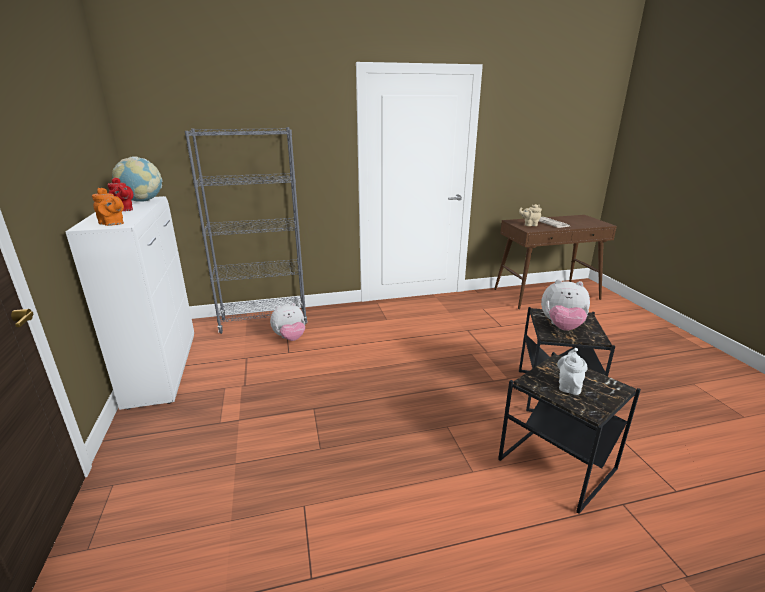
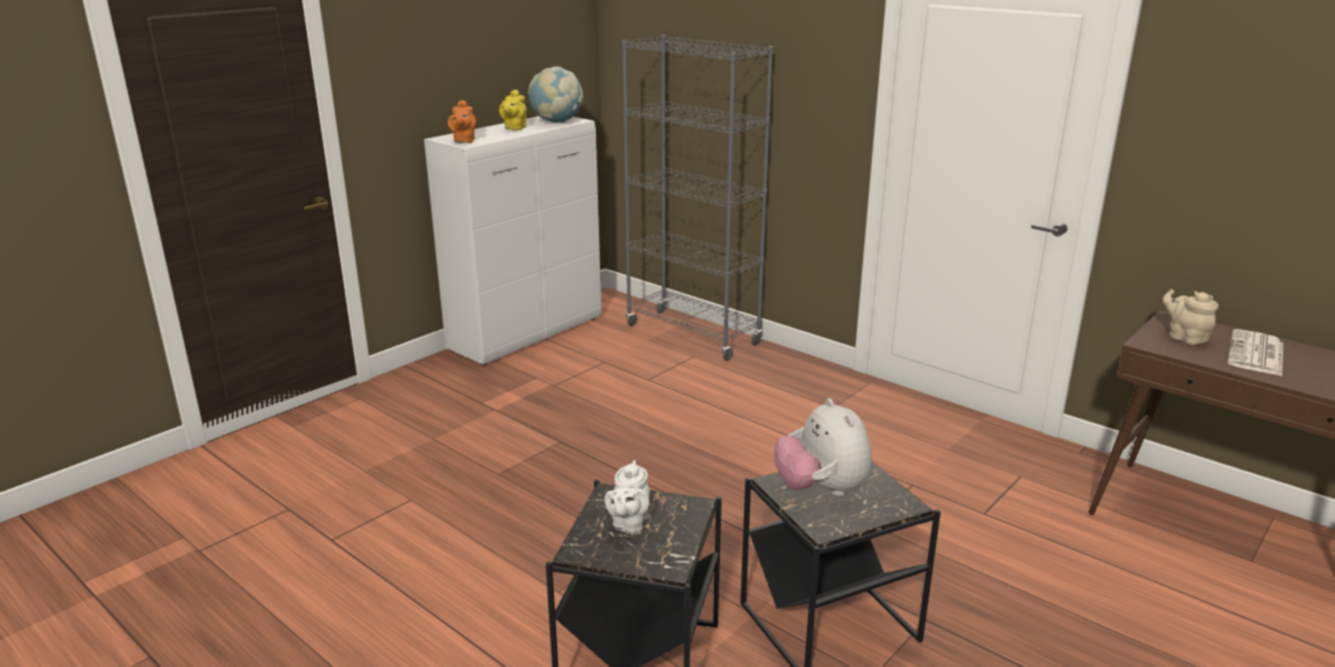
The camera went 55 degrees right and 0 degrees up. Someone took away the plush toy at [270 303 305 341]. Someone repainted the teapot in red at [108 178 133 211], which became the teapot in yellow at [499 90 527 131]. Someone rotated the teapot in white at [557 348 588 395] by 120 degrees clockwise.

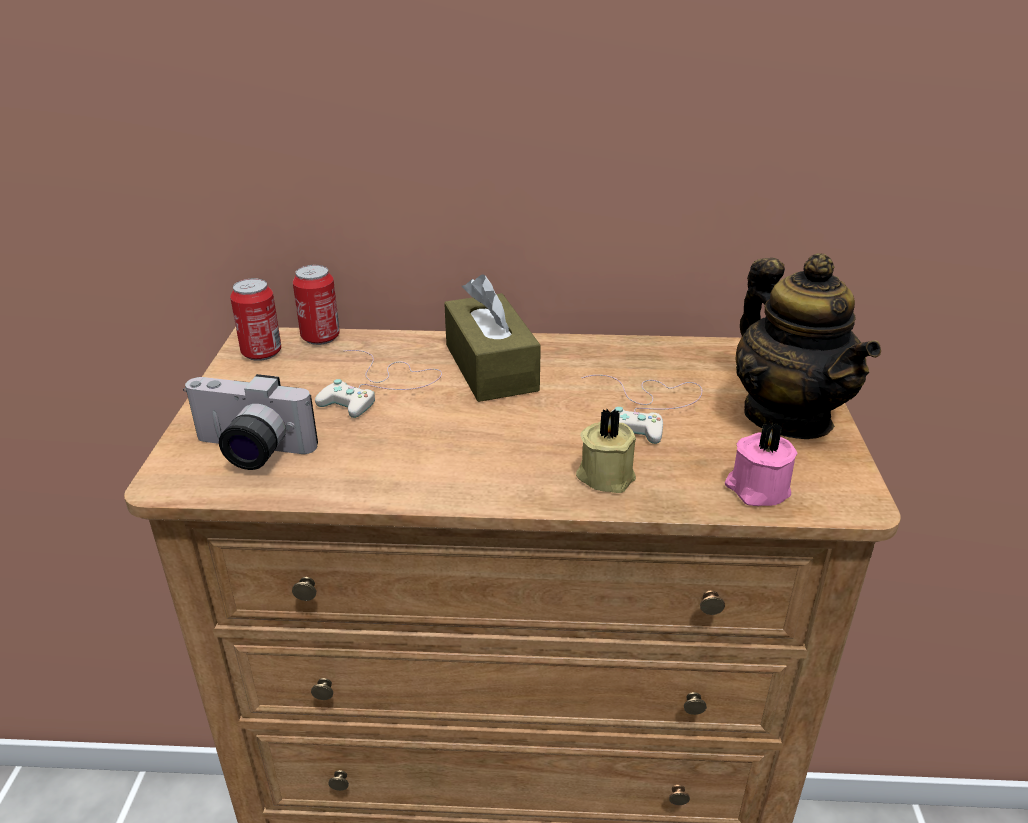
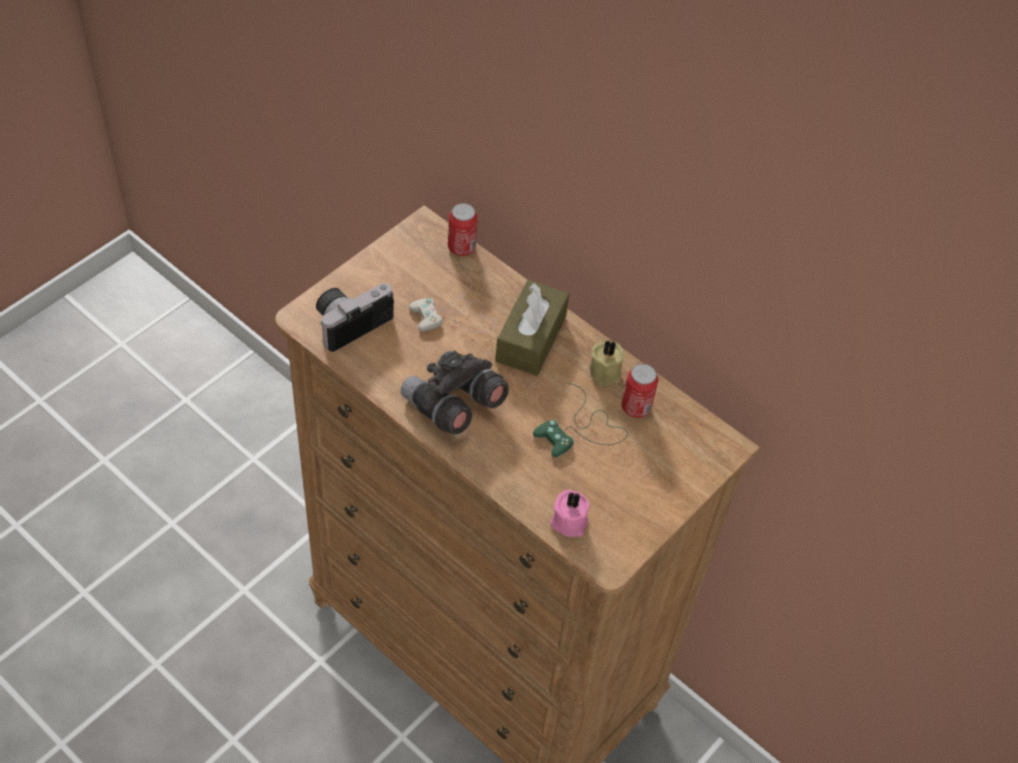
The camera went 35 degrees right and 20 degrees up. Someone took away the teapot at [736 253 881 439]. Someone put down the binoculars in grey at [401 350 509 435]. Someone carried the can from [230 278 281 361] to [622 364 658 418]. Someone carried the candle in beige from [576 408 636 493] to [589 341 624 386]. Someone repainted the game controller in white at [582 375 702 444], which became the game controller in green at [533 383 628 457]. Someone rotated the photo camera at [183 374 318 470] by 90 degrees clockwise.

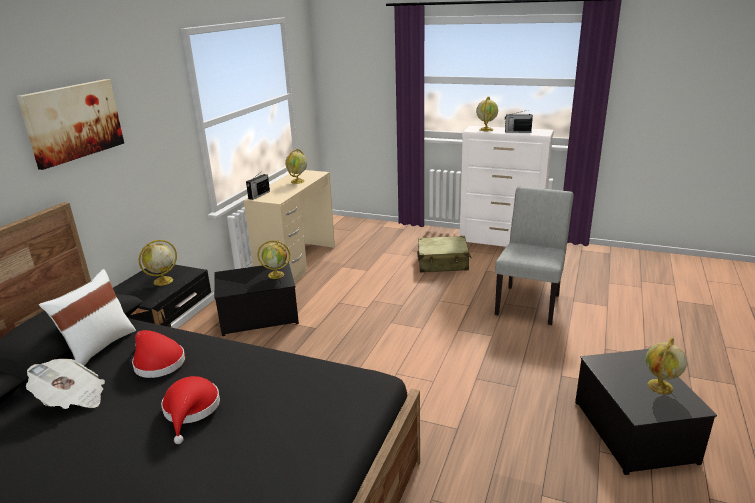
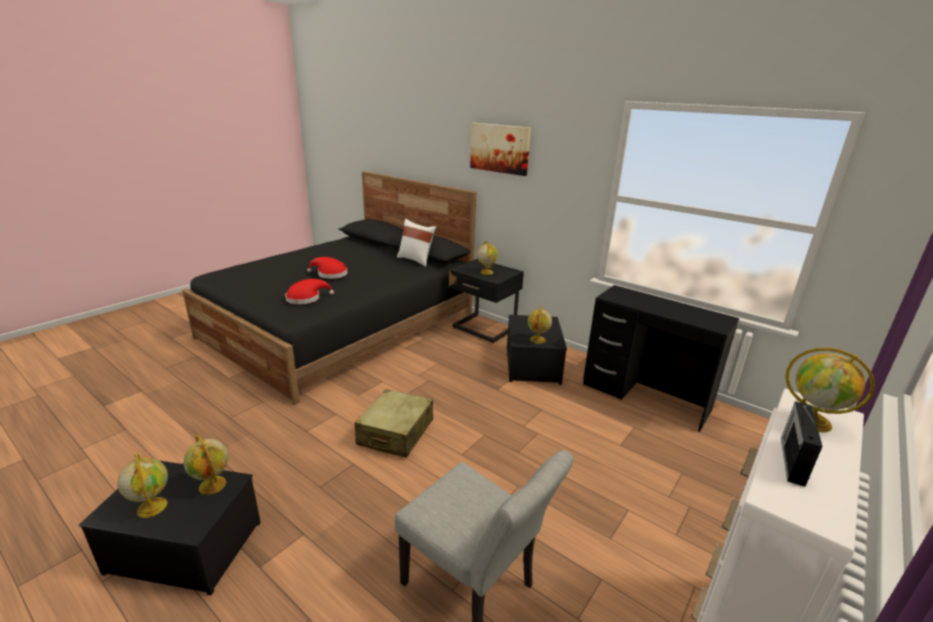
The camera went 105 degrees right and 0 degrees up. Someone took away the newspaper at [26 359 105 409]. Someone took away the radio at [246 172 270 200]. Someone carried the hat in red from [132 330 185 378] to [285 279 334 305]. Someone carried the globe from [285 149 307 184] to [184 435 229 495]. Someone carried the suitcase in beige from [417 236 472 272] to [354 389 433 458]. Someone repainted the desk in beige at [244 170 335 282], which became the desk in black at [583 285 739 432].

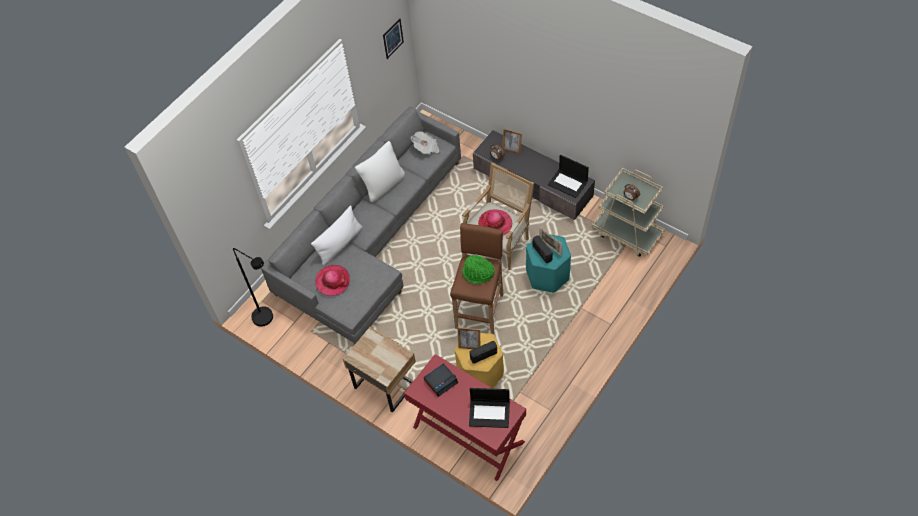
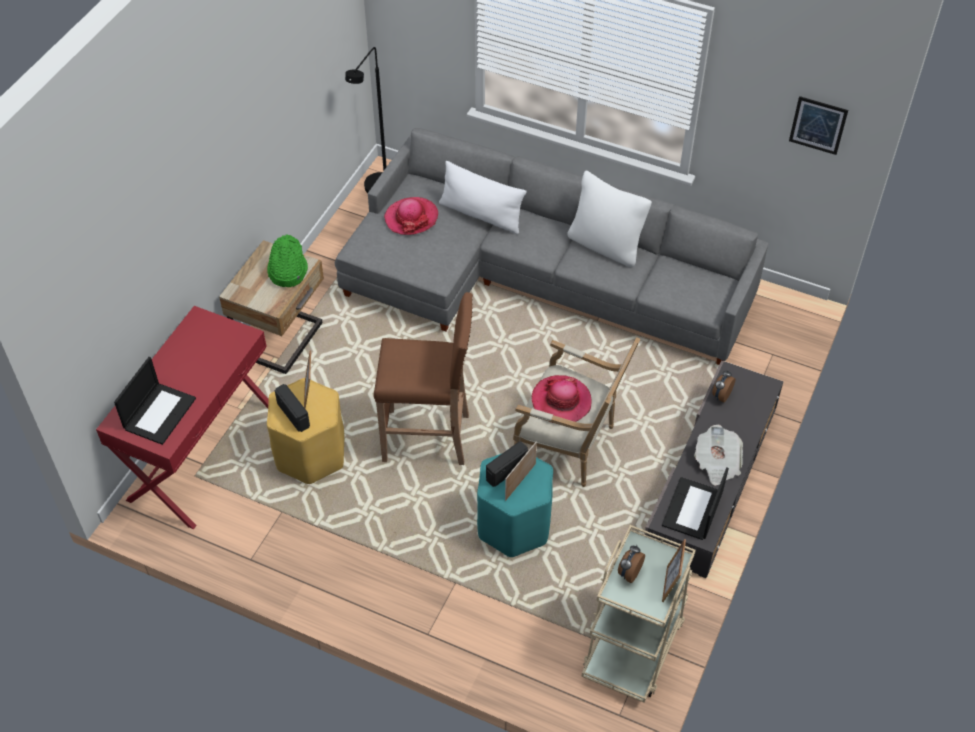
The camera went 75 degrees right and 5 degrees down. Someone took away the alarm clock at [424 363 458 397]. Someone carried the newspaper from [411 131 440 154] to [694 425 743 486]. Someone carried the hat in green from [462 255 494 284] to [267 234 308 287]. Someone carried the picture frame from [502 129 522 154] to [662 539 686 602]. Someone rotated the laptop at [469 388 510 428] by 150 degrees counterclockwise.

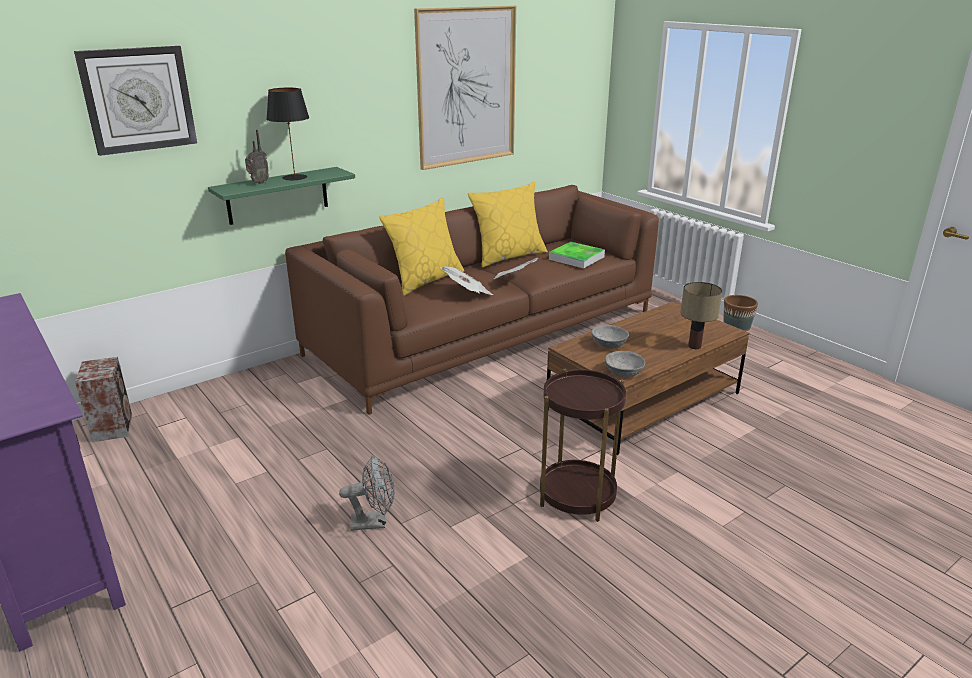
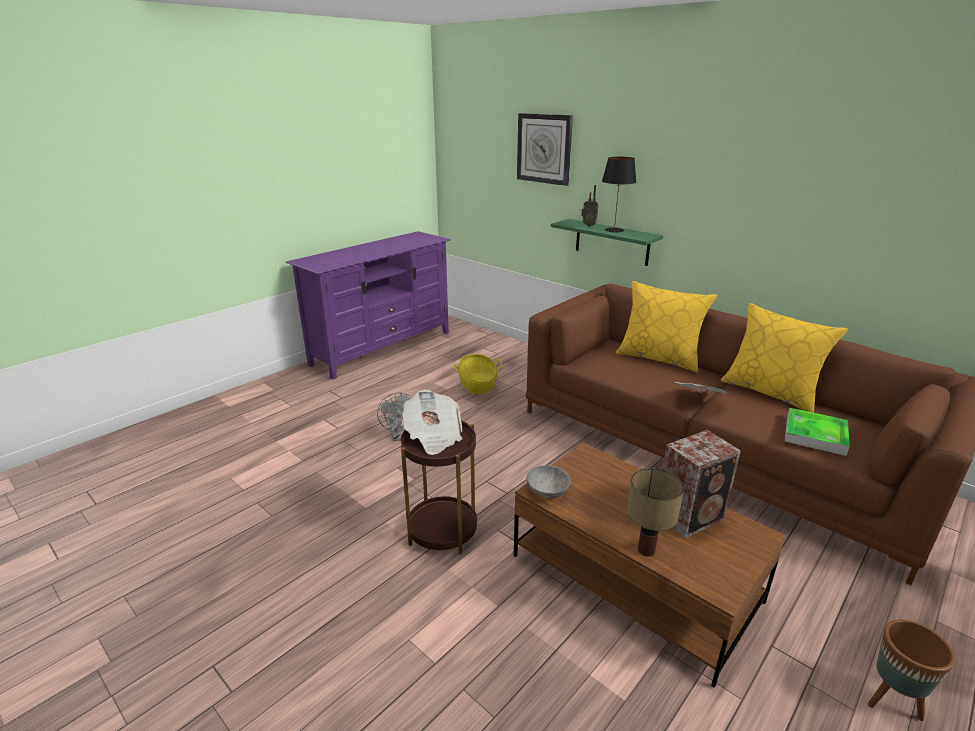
The camera went 80 degrees right and 0 degrees up. Someone took away the picture at [414 6 516 170]. Someone took away the bowl in grey at [592 325 629 348]. Someone put down the basket at [453 354 502 394]. Someone carried the speaker from [75 357 132 442] to [663 430 741 538]. Someone carried the newspaper from [440 266 493 295] to [402 390 462 455].

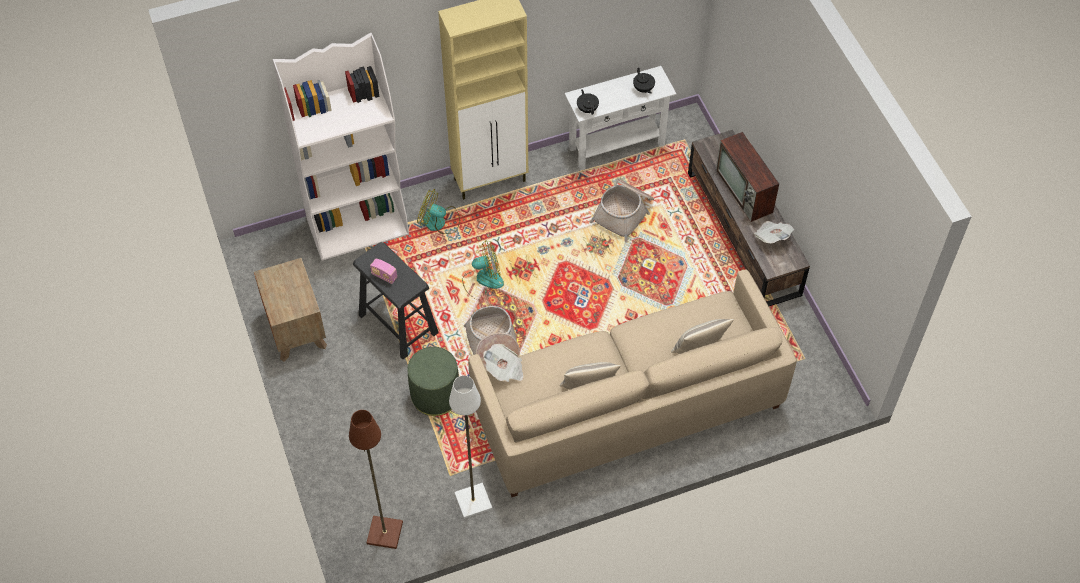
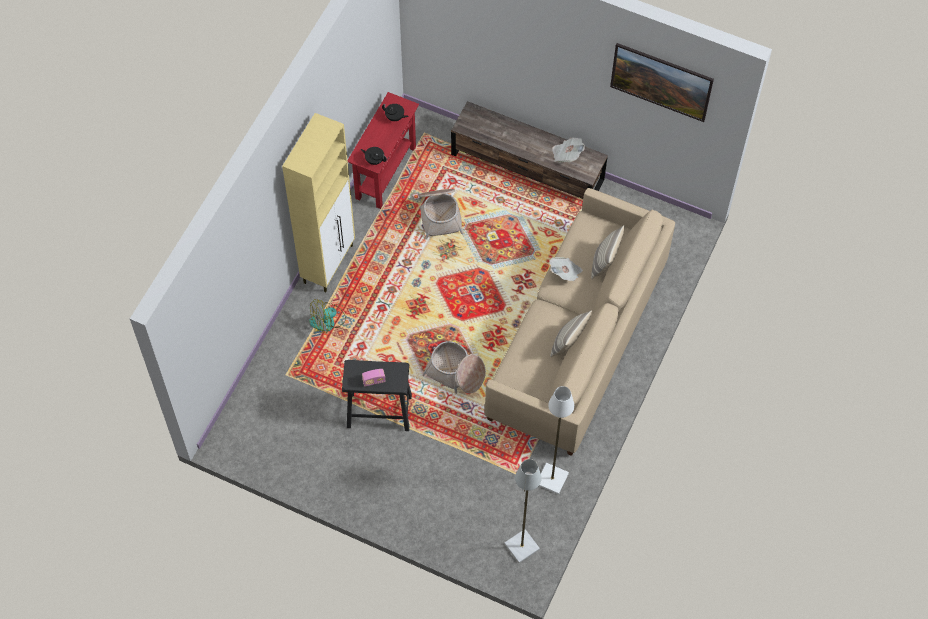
The camera went 45 degrees left and 5 degrees up. Someone took away the nightstand in brown at [254 258 327 362]. Someone took away the bookcase in white at [272 33 409 260]. Someone took away the ottoman in green at [407 347 459 416]. Someone took away the fan at [462 240 504 300]. Someone took away the television at [716 132 779 222]. Someone put up the picture at [610 43 714 122]. Someone carried the newspaper from [483 344 523 382] to [549 257 583 281]. Someone repainted the floor lamp in brown at [349 410 403 549], which became the floor lamp in grey at [504 459 542 563]. Someone repainted the console table in white at [564 66 676 171], which became the console table in red at [348 92 419 209].

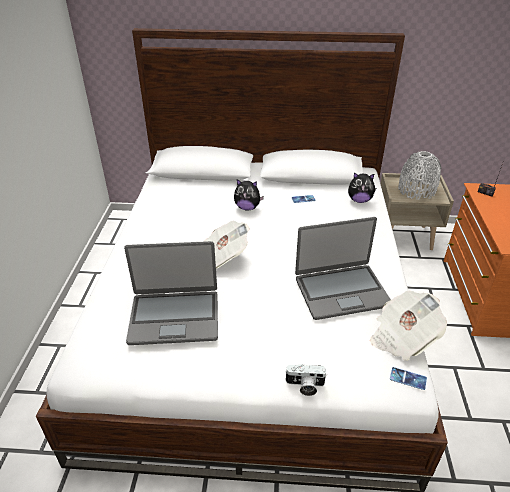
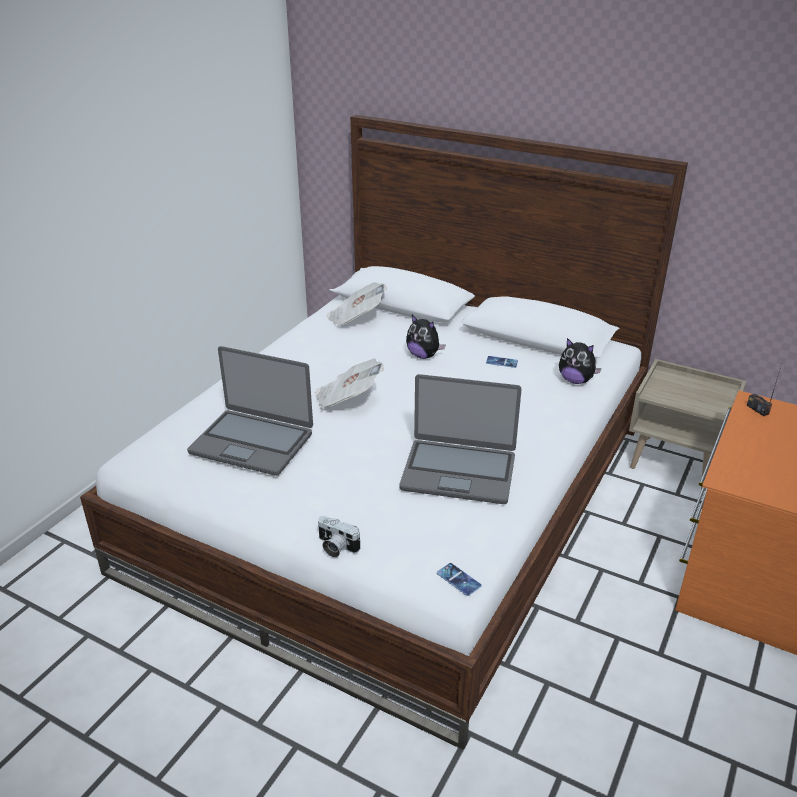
The camera went 25 degrees right and 5 degrees down. Someone took away the vase in grey at [398 151 442 200]. Someone carried the newspaper from [370 290 447 361] to [326 282 387 327].

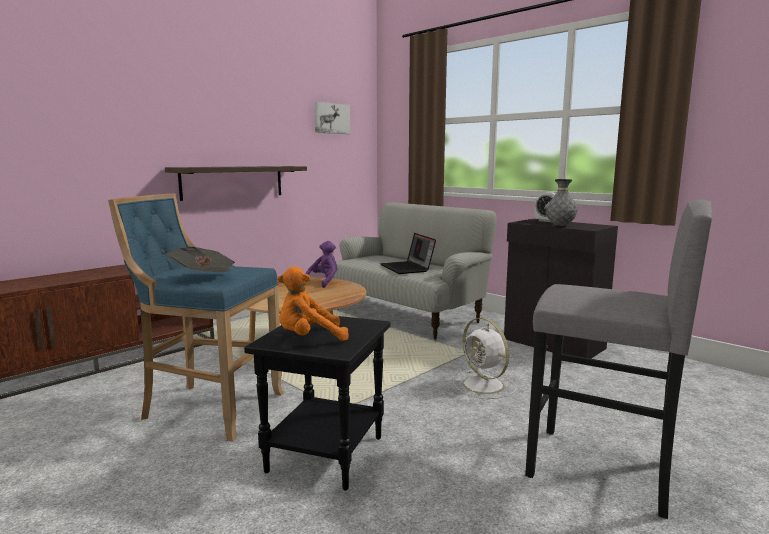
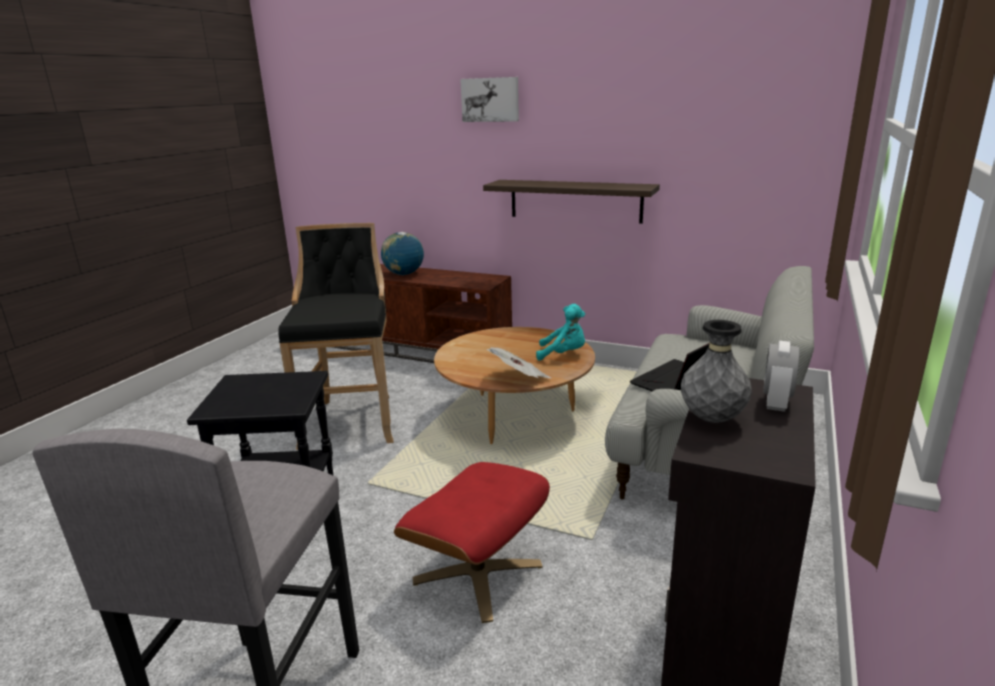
The camera went 70 degrees right and 10 degrees up. Someone took away the plush toy in orange at [278 267 349 341]. Someone put down the globe at [381 232 424 275]. Someone carried the newspaper from [165 247 235 272] to [486 347 552 378]. Someone carried the picture from [314 102 350 134] to [460 77 519 122]. Someone swapped the fan in white at [453 318 517 399] for the ottoman in red at [394 462 550 623]. Someone repainted the stool in blue at [108 193 284 442], which became the stool in black at [278 223 394 450]. Someone repainted the plush toy in purple at [306 241 337 288], which became the plush toy in turquoise at [536 304 585 361].

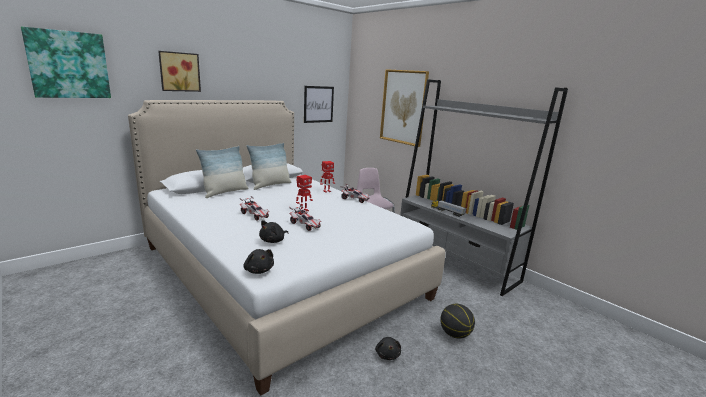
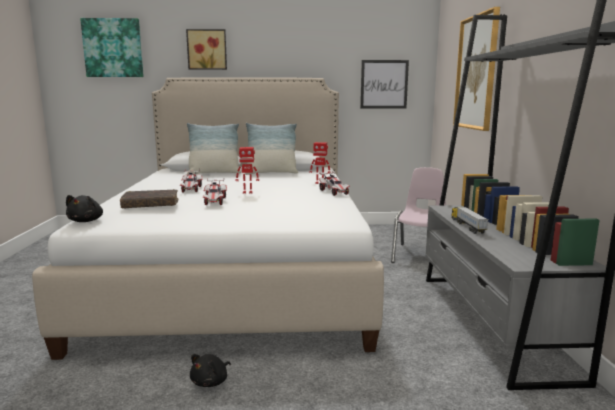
The camera went 40 degrees right and 5 degrees down. Someone took away the basketball at [440 304 475 339]. Someone swapped the plush toy in black at [259 220 289 243] for the book in brown at [120 189 178 209].

